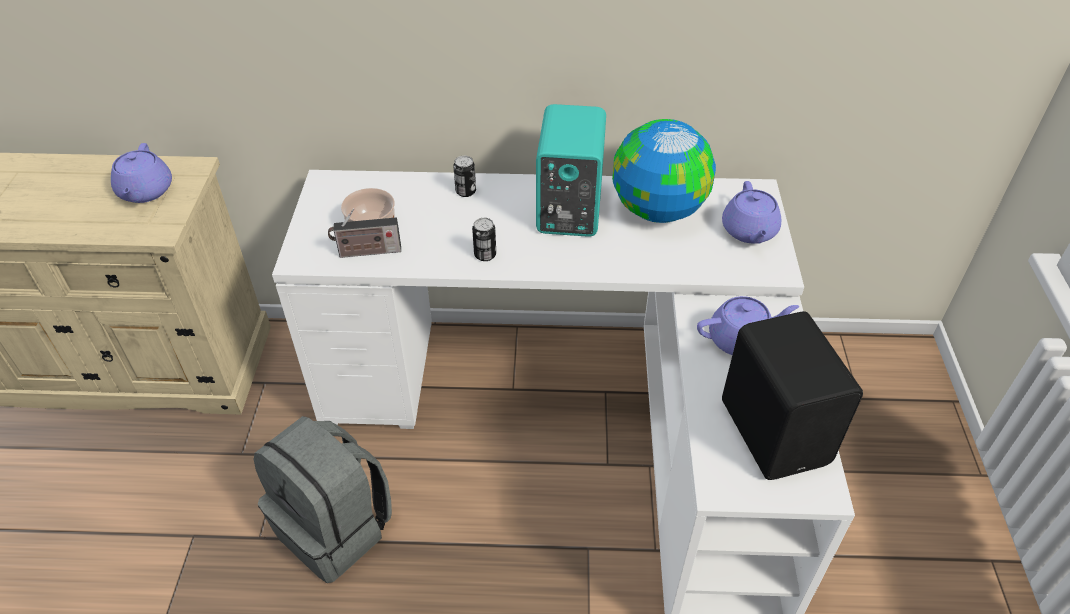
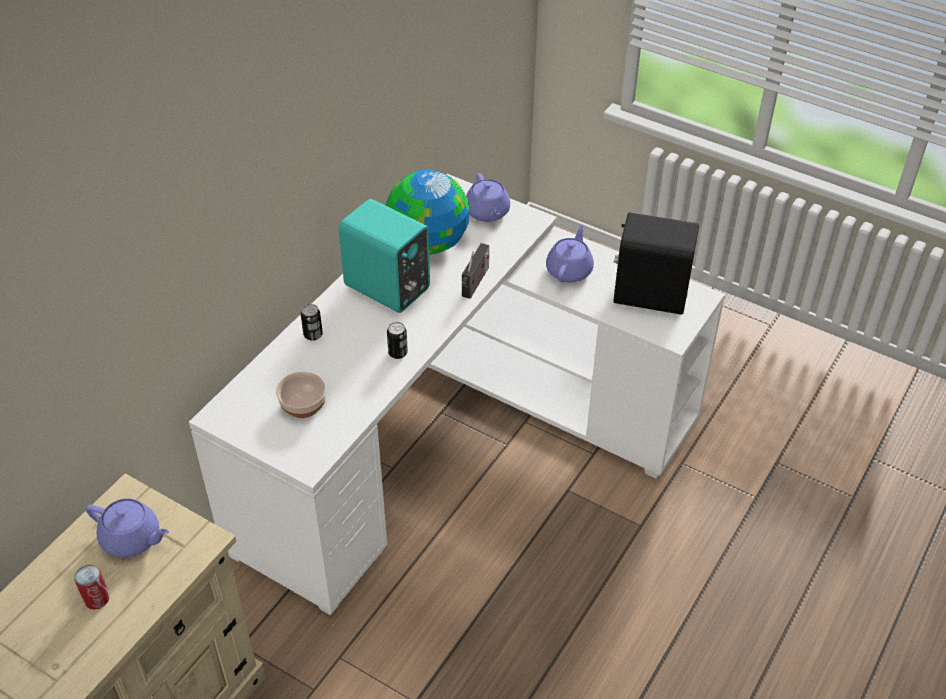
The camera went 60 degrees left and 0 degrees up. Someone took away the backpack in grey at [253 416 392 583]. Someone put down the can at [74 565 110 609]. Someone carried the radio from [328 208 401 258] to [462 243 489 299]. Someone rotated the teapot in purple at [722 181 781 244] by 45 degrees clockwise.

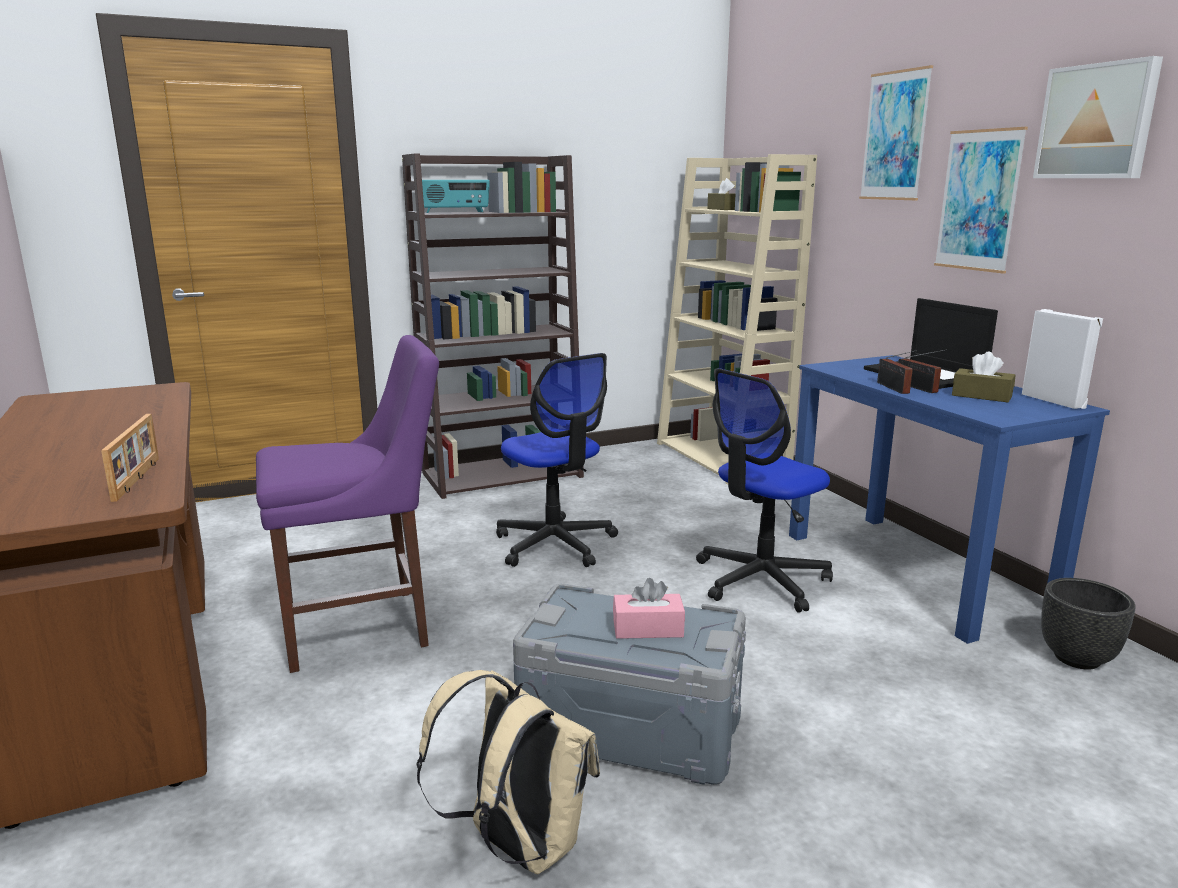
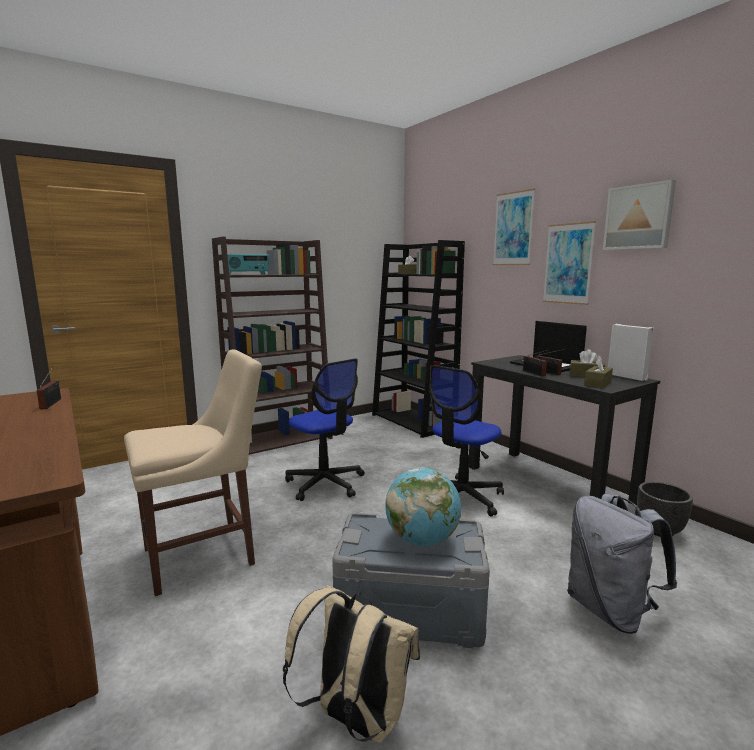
The camera went 10 degrees left and 5 degrees down. Someone took away the picture frame at [101 414 159 502]. Someone put down the radio at [37 366 61 409]. Someone put down the backpack in grey at [567 494 677 634]. Someone put down the tissue box in brown at [584 355 613 388]. Someone swapped the tissue box in pink at [613 578 685 639] for the globe at [385 467 461 546]. Someone repainted the chair in purple at [256 335 439 673], which became the chair in beige at [124 349 262 596]. Someone repainted the bookcase in beige at [657 154 817 485], which became the bookcase in black at [372 240 465 438]. Someone repainted the desk in blue at [789 355 1110 644], which became the desk in black at [468 355 660 506].

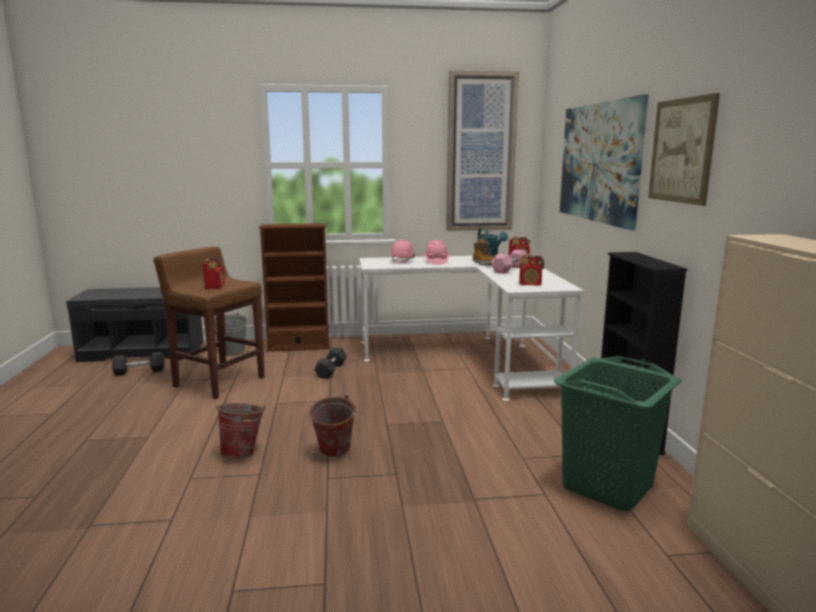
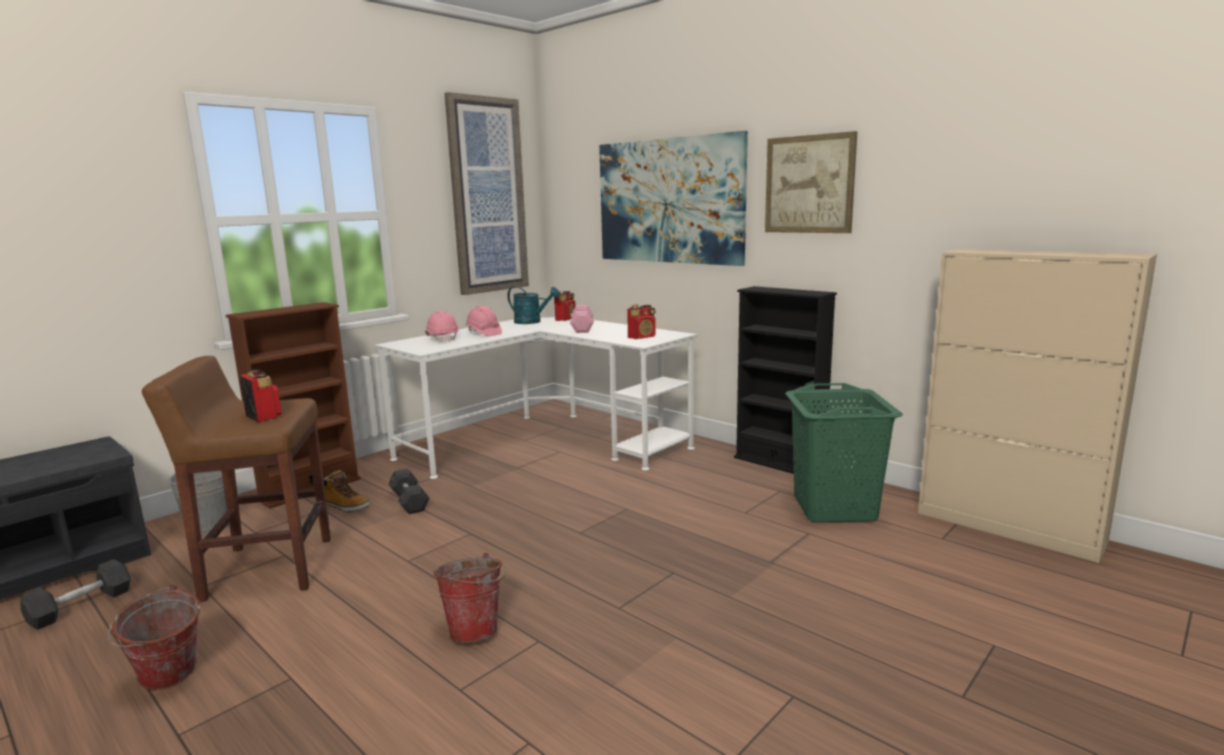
The camera went 40 degrees left and 0 degrees up. Someone carried the bucket from [307 395 356 457] to [108 584 201 690]. Someone carried the boot from [473 238 494 265] to [323 470 370 512].

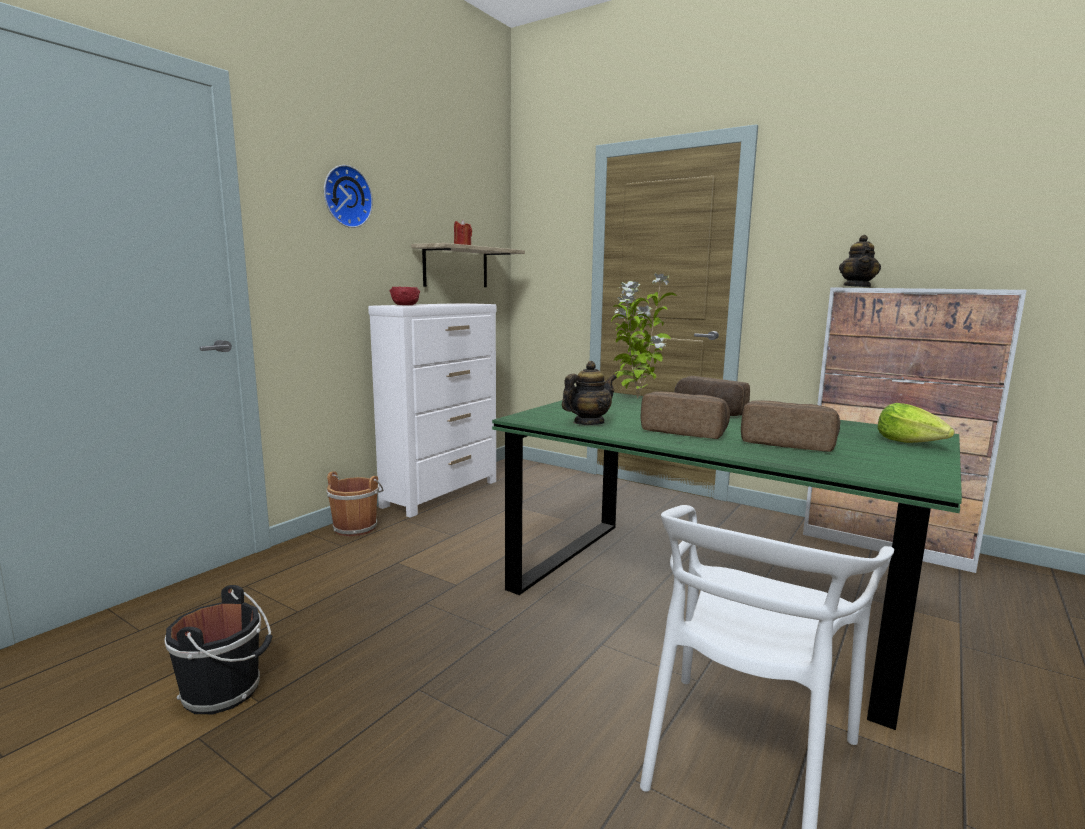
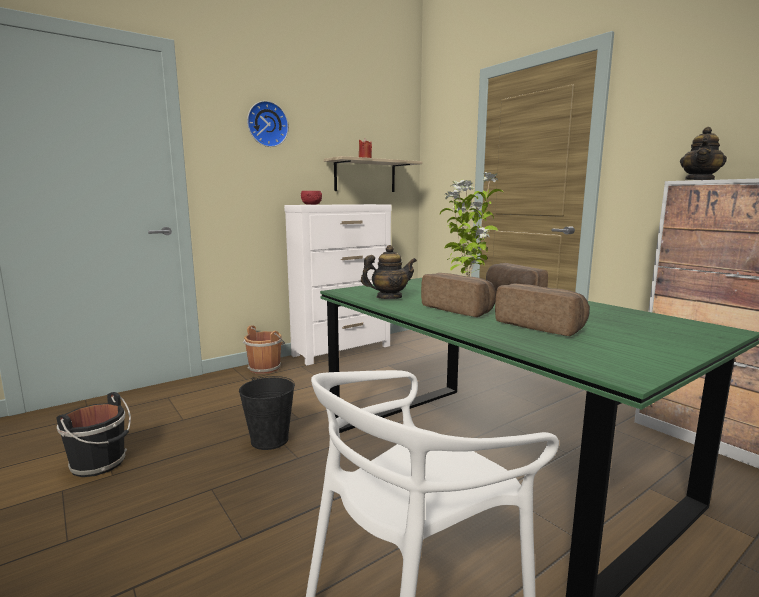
The camera went 20 degrees right and 0 degrees up. Someone took away the lettuce at [878 403 955 443]. Someone put down the bucket in black at [239 376 295 450].

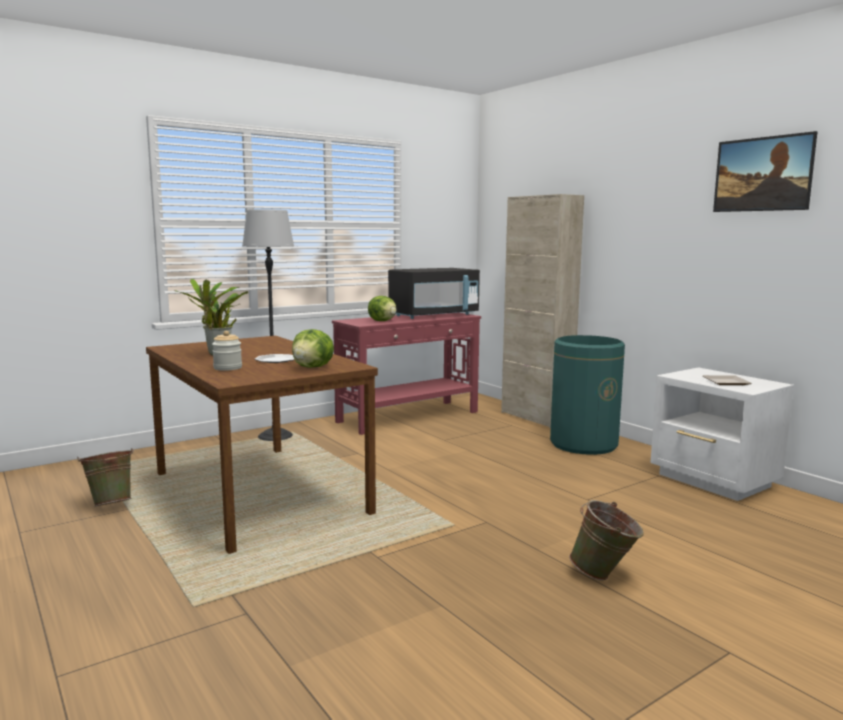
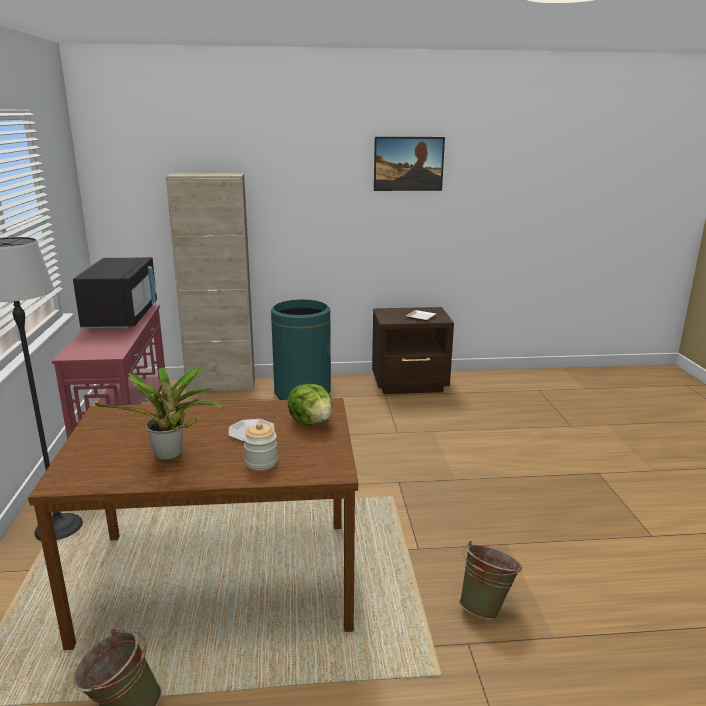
The camera went 60 degrees left and 10 degrees up. Someone took away the lettuce at [368 296 397 321]. Someone carried the bucket in green from [569 500 644 580] to [459 541 522 619]. Someone repainted the nightstand in white at [650 367 794 501], which became the nightstand in brown at [372 307 454 394].

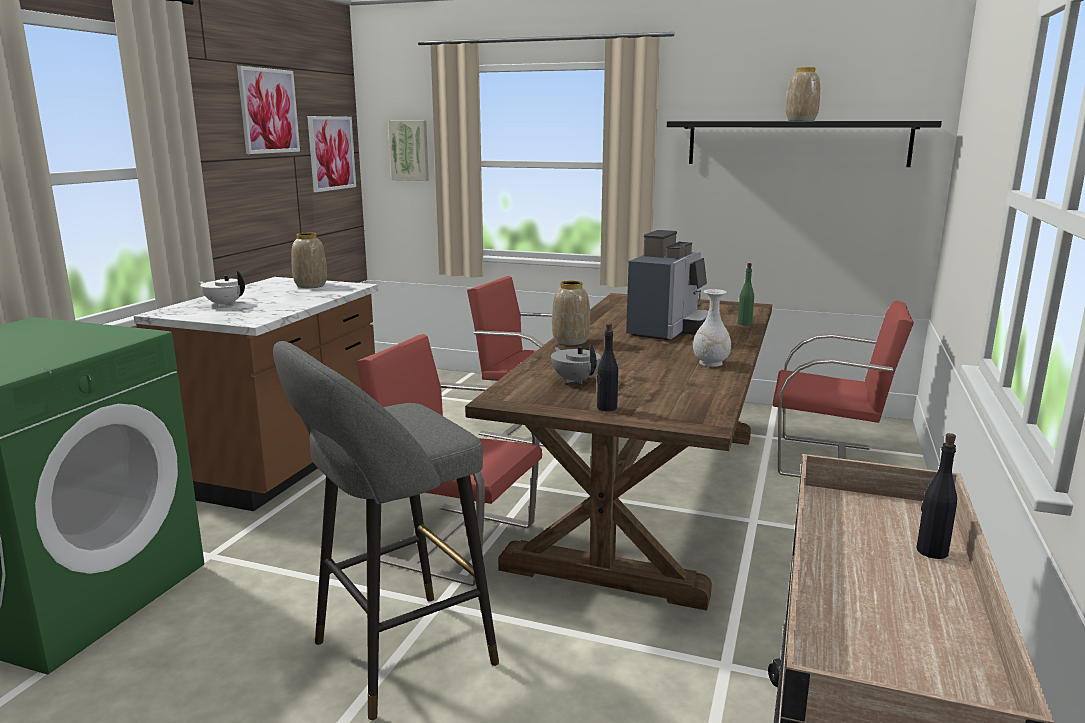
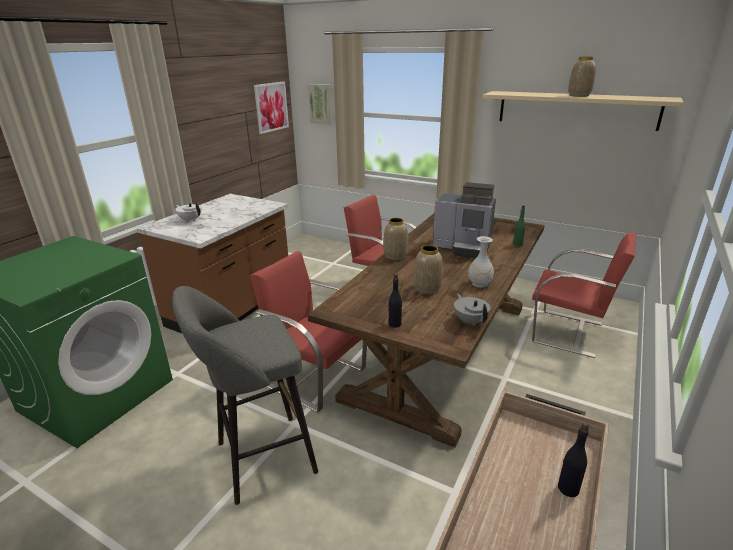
The camera went 10 degrees right and 10 degrees up. Someone took away the picture at [237 66 300 154]. Someone carried the vase from [291 233 327 288] to [414 245 443 294]. Someone carried the teapot in grey from [551 345 601 384] to [454 293 490 326]. Someone repainted the shelf in black at [667 121 942 167], which became the shelf in beige at [482 91 684 131]. Someone rotated the coffee machine at [626 230 709 340] by 75 degrees clockwise.

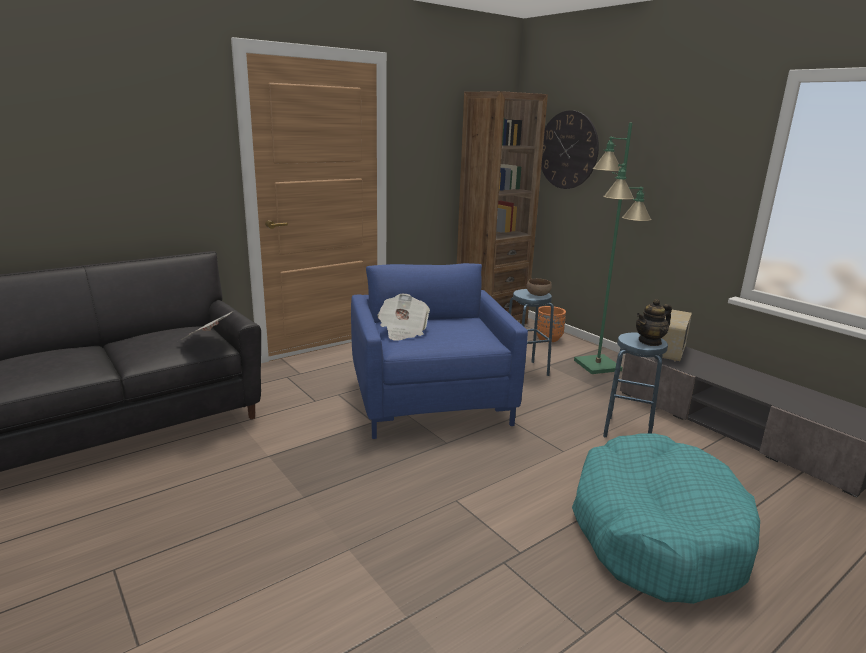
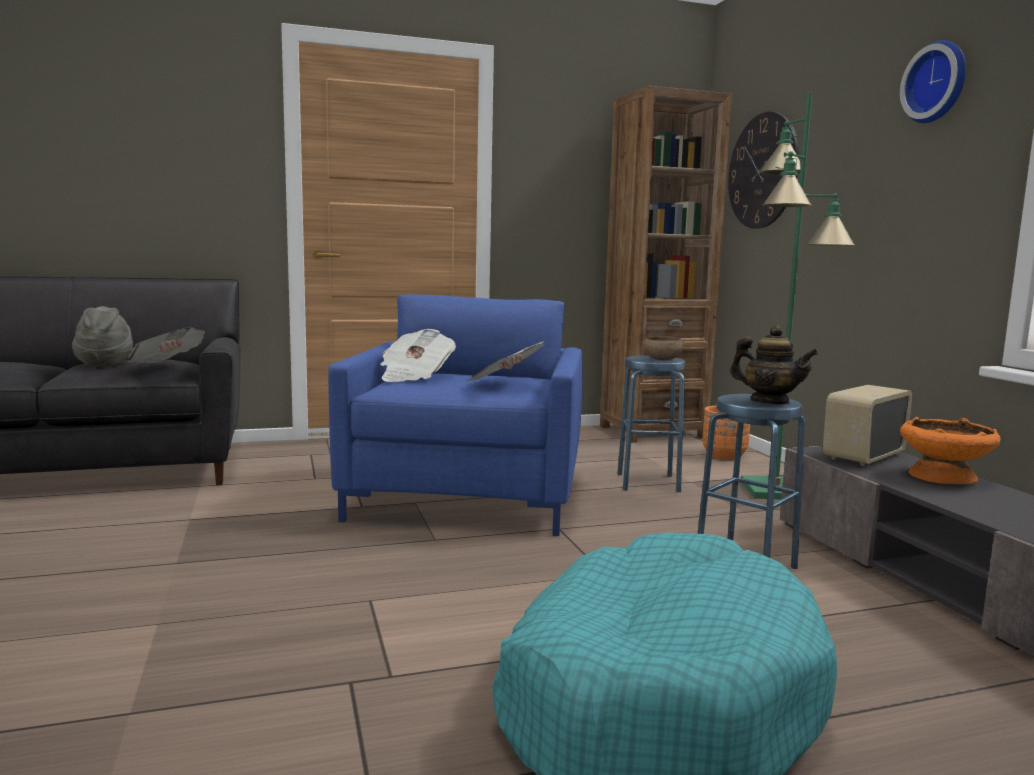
The camera went 20 degrees right and 10 degrees down. Someone put down the hat in grey at [72 306 133 367]. Someone put down the newspaper at [466 341 545 381]. Someone put up the wall clock at [900 40 966 123]. Someone put down the bowl in orange at [900 417 1001 484]. Someone rotated the teapot at [636 299 672 346] by 135 degrees counterclockwise.

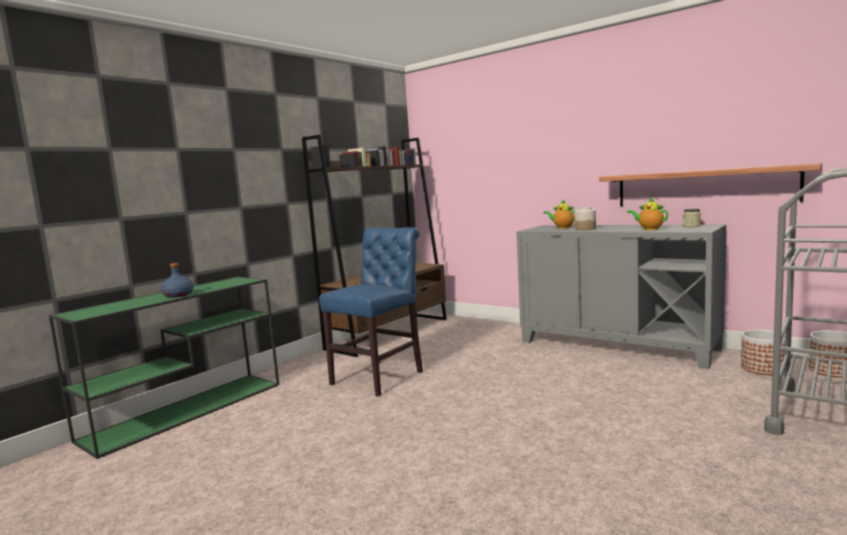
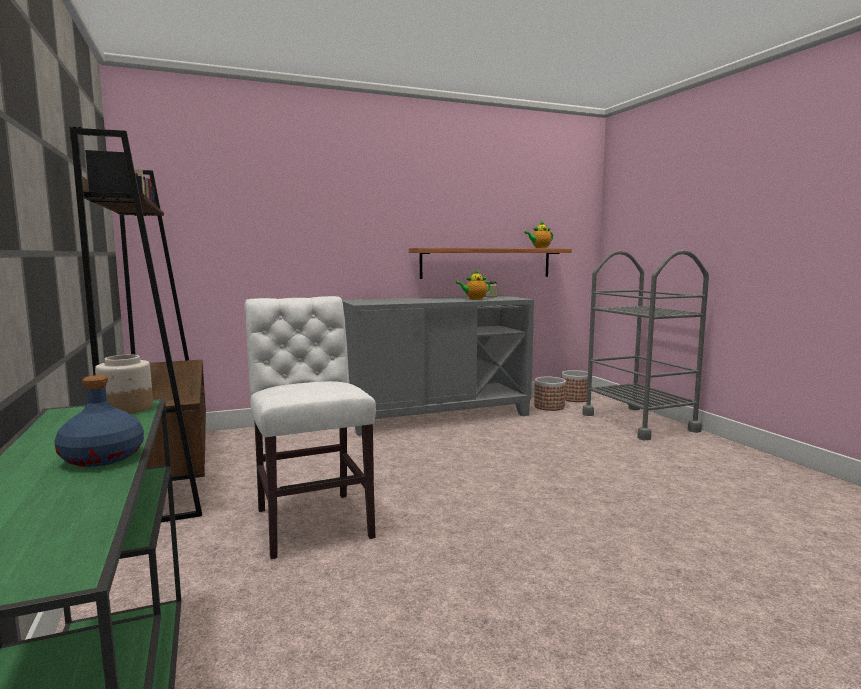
The camera went 60 degrees left and 0 degrees up. Someone carried the teapot from [544 200 575 229] to [524 220 553 248]. Someone carried the jar from [575 207 596 230] to [95 355 153 414]. Someone repainted the chair in blue at [319 227 423 397], which became the chair in white at [244 296 376 559].

